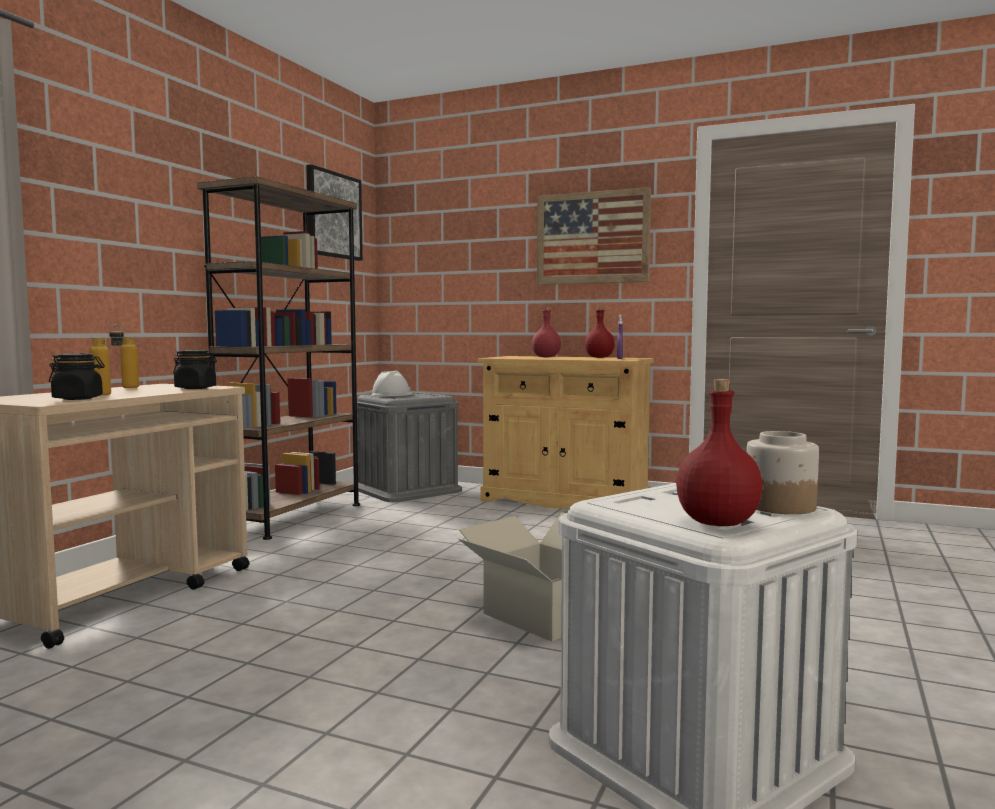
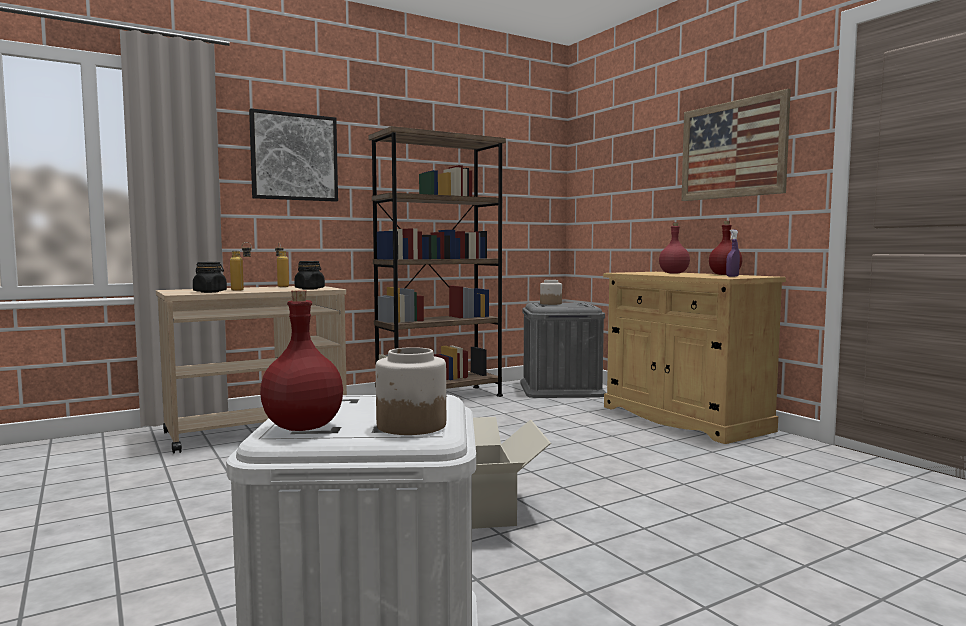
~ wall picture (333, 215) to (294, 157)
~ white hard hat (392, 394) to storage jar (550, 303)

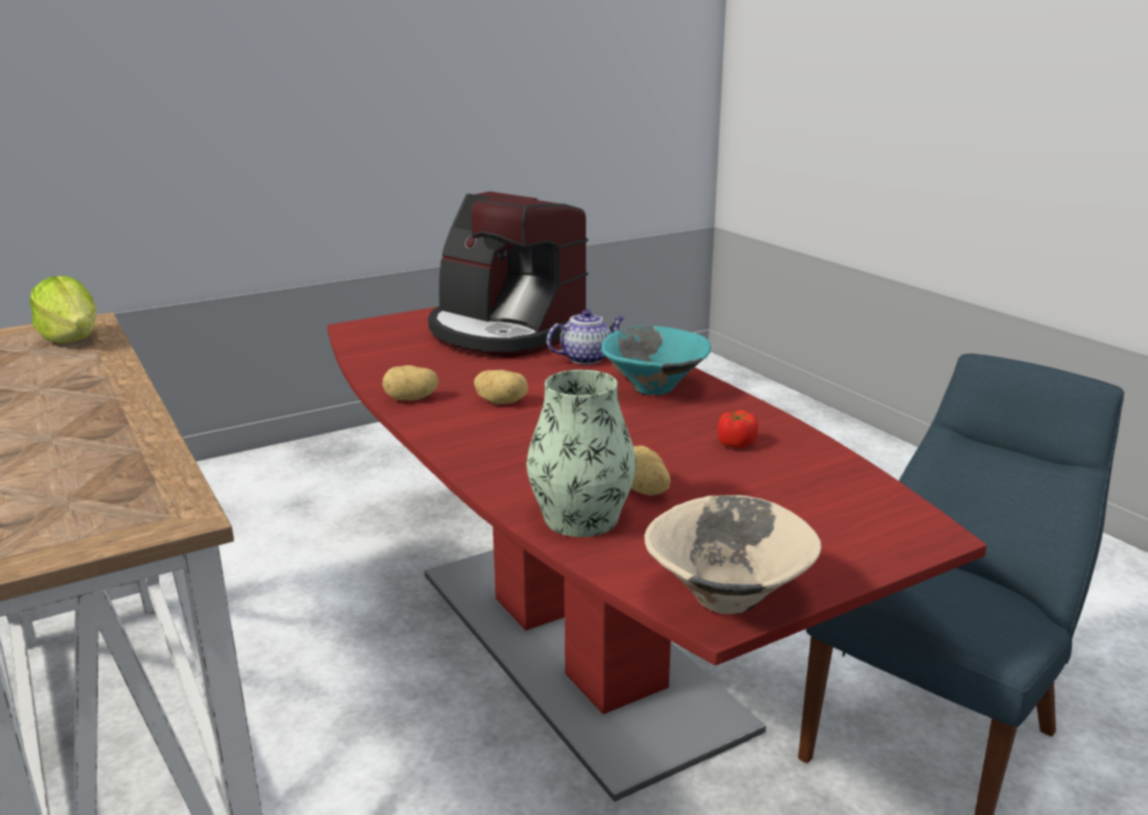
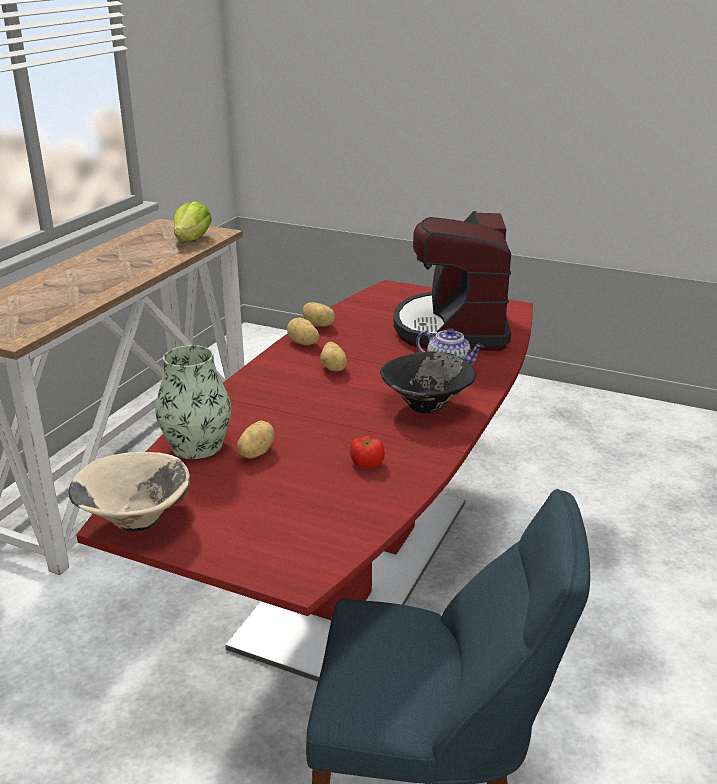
+ potato (319, 325)
~ turquoise-coloured bowl (653, 389) to blackish bowl (425, 407)

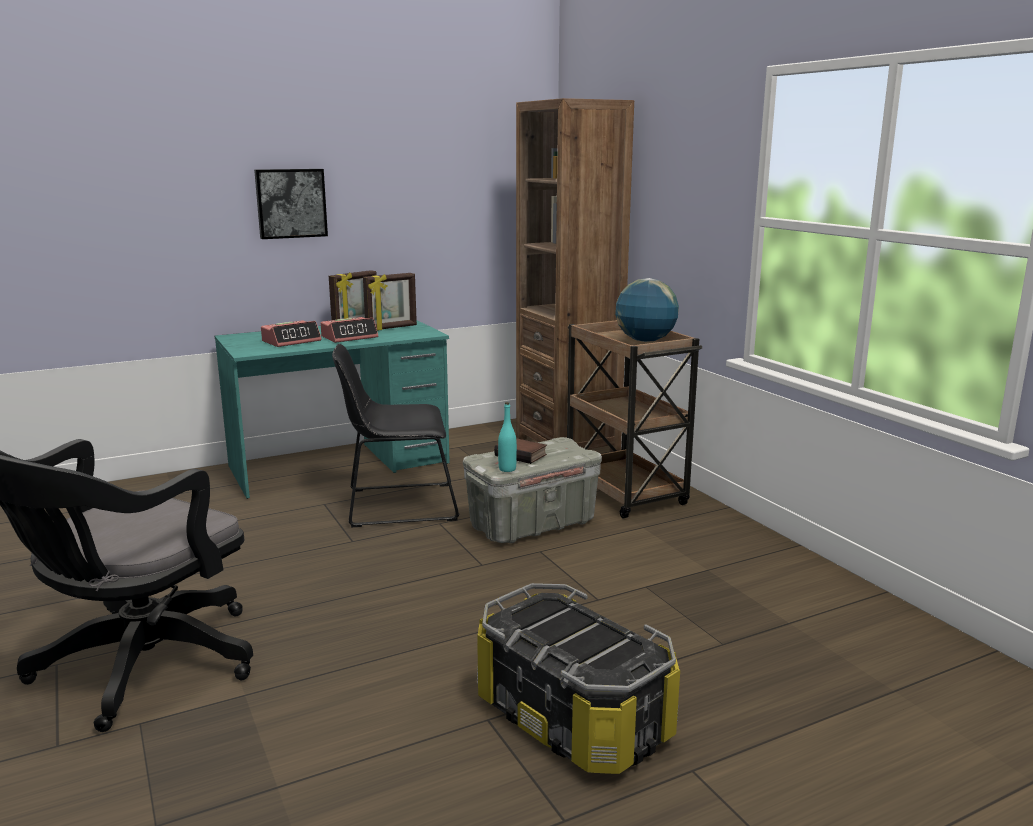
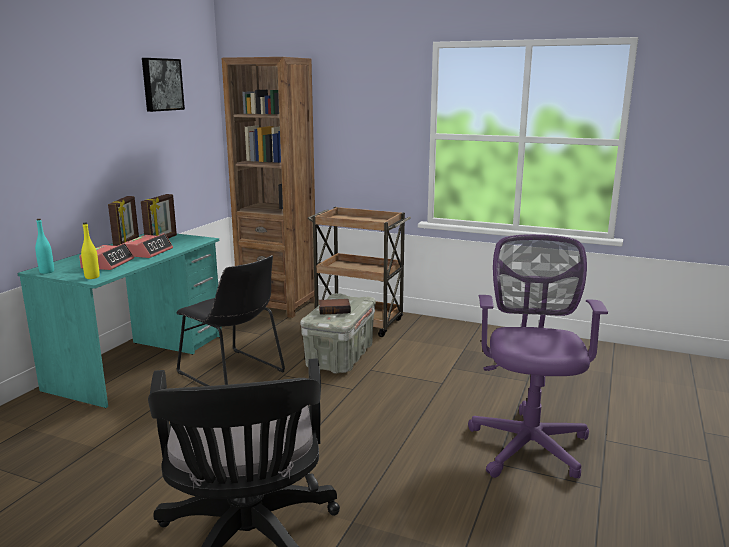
- desk globe (645, 341)
+ yellow-coloured beverage bottle (92, 277)
~ wall picture (291, 203) to (161, 84)
~ turquoise-coloured beverage bottle (507, 469) to (47, 272)
~ storage bin (574, 717) to purple-coloured office chair (529, 442)
~ blackish plain chair (396, 505) = (234, 374) 90 degrees counterclockwise

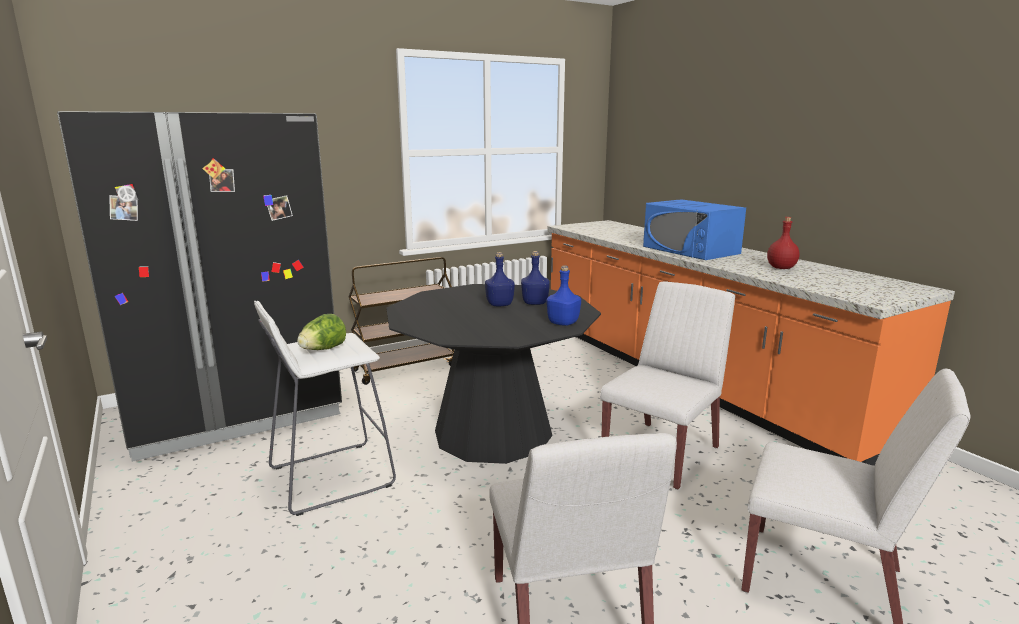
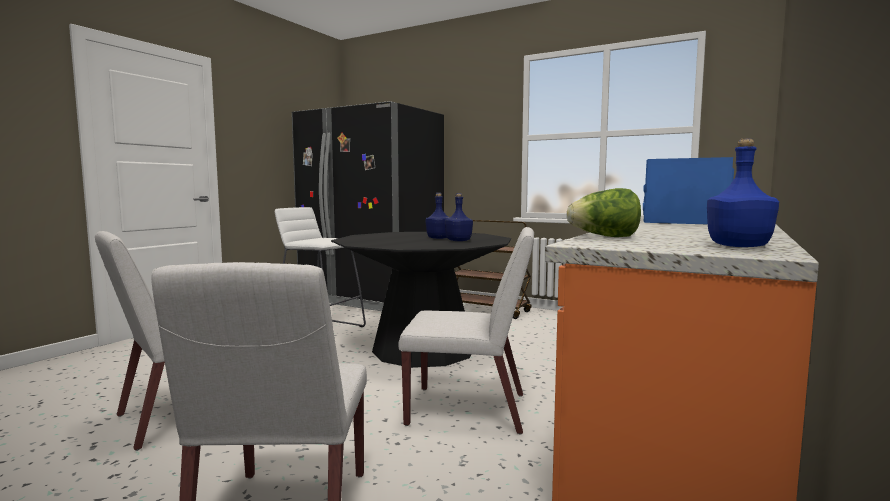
- reddish beverage bottle (781, 268)
~ lettuce (323, 350) to (604, 237)
~ blue beverage bottle (563, 323) to (739, 246)

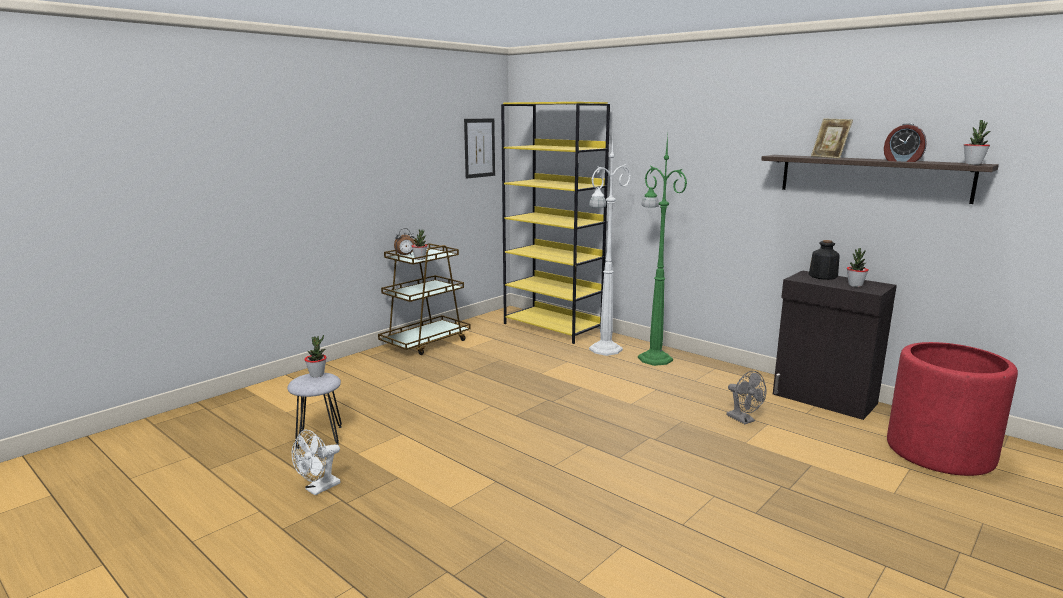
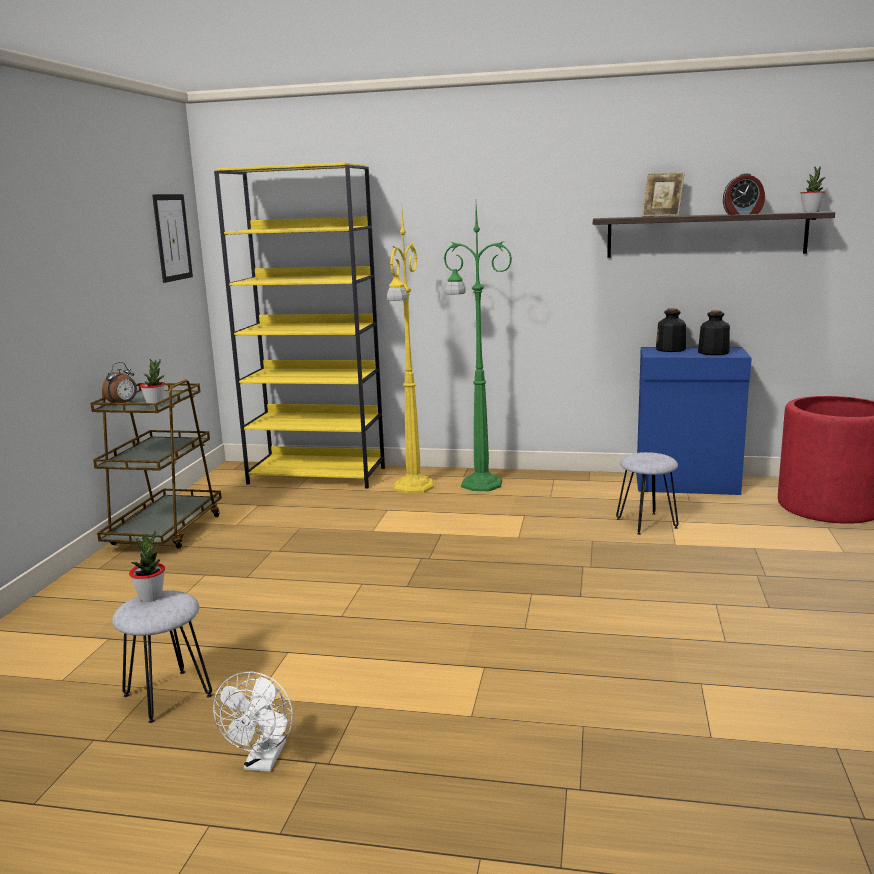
~ grey cooling fan (744, 420) to grey stool seat (646, 523)
~ potted plant (855, 285) to beverage bottle (713, 352)
~ white floor lamp (604, 350) to yellow-coloured floor lamp (413, 487)
~ blackish cabinet (824, 399) to blue cabinet (687, 485)

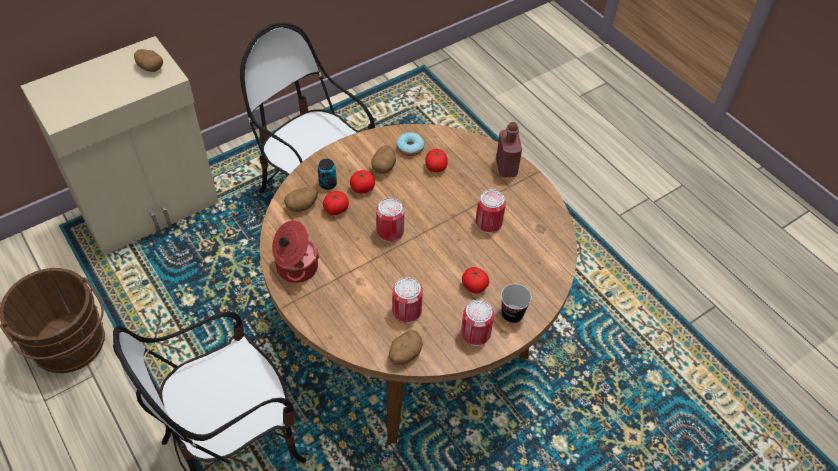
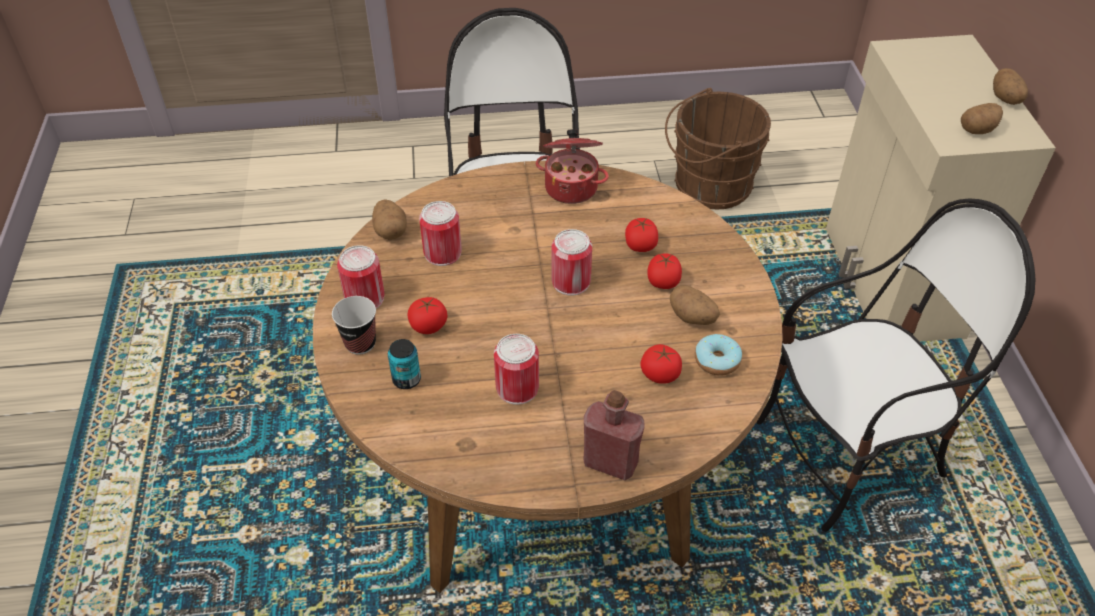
~ potato (302, 205) to (1006, 99)
~ metal can (328, 184) to (406, 379)

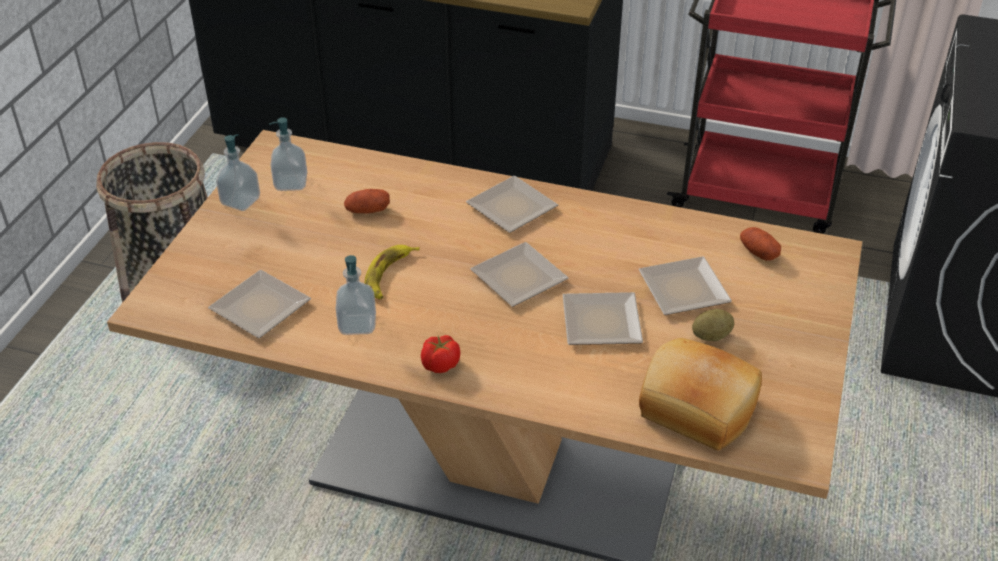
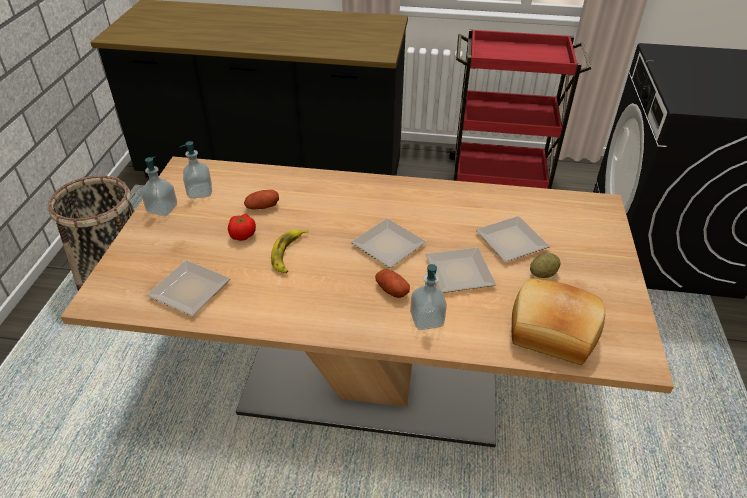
- flat dish (508, 208)
~ soap dispenser (357, 324) to (427, 319)
~ whole tomato (440, 365) to (242, 236)
~ potato (758, 252) to (391, 290)

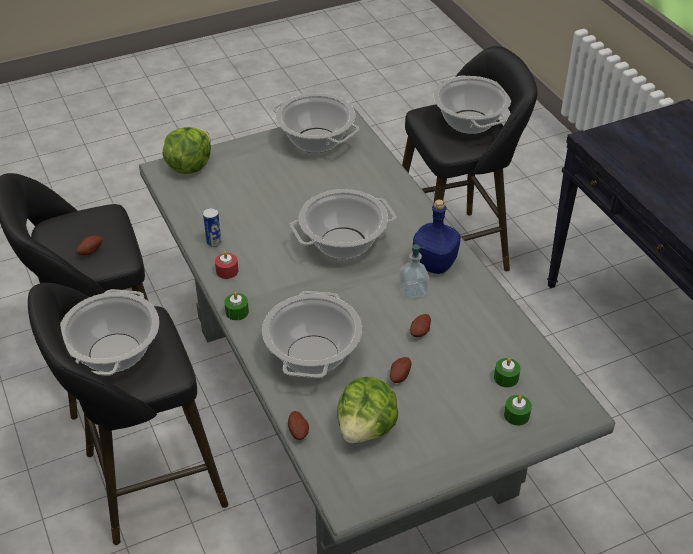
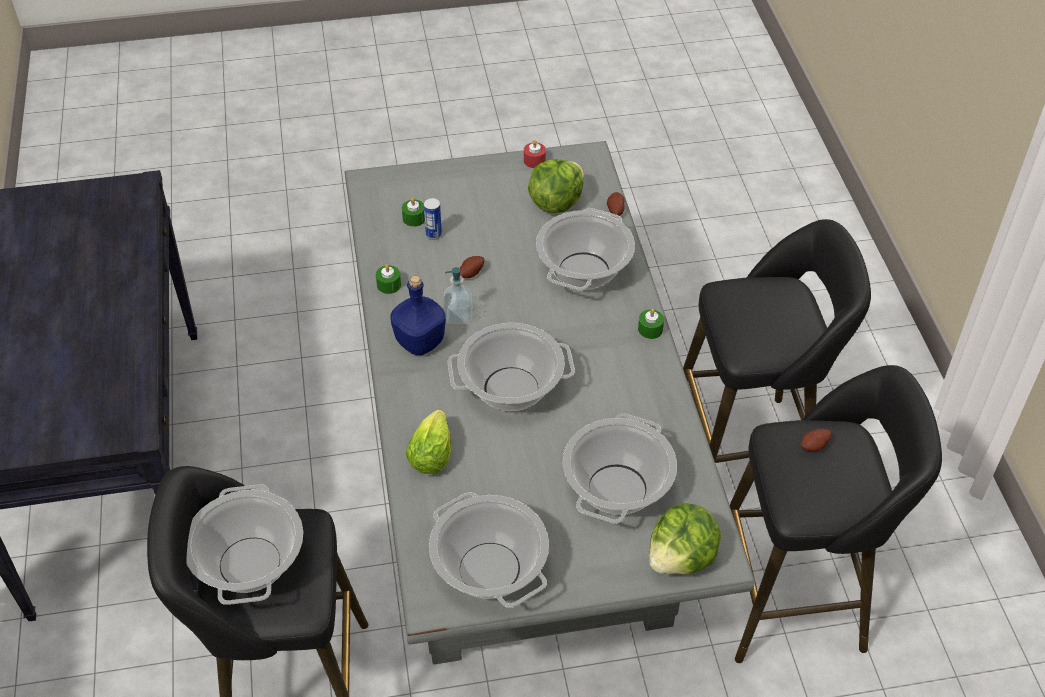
- potato (399, 376)
+ lettuce (432, 452)
~ stockpot (115, 353) to (617, 488)
~ metal can (214, 242) to (433, 234)
~ reddish wax light (227, 271) to (534, 160)
~ green-coloured wax light (516, 415) to (389, 285)

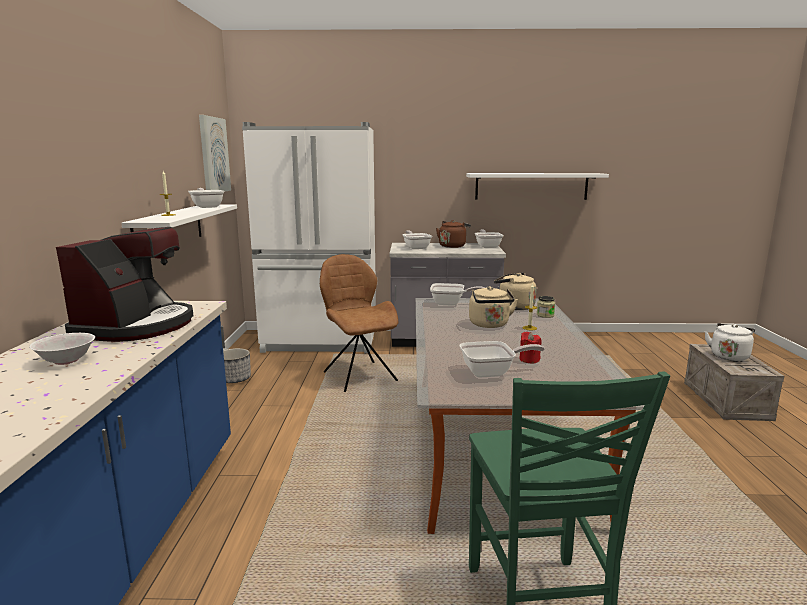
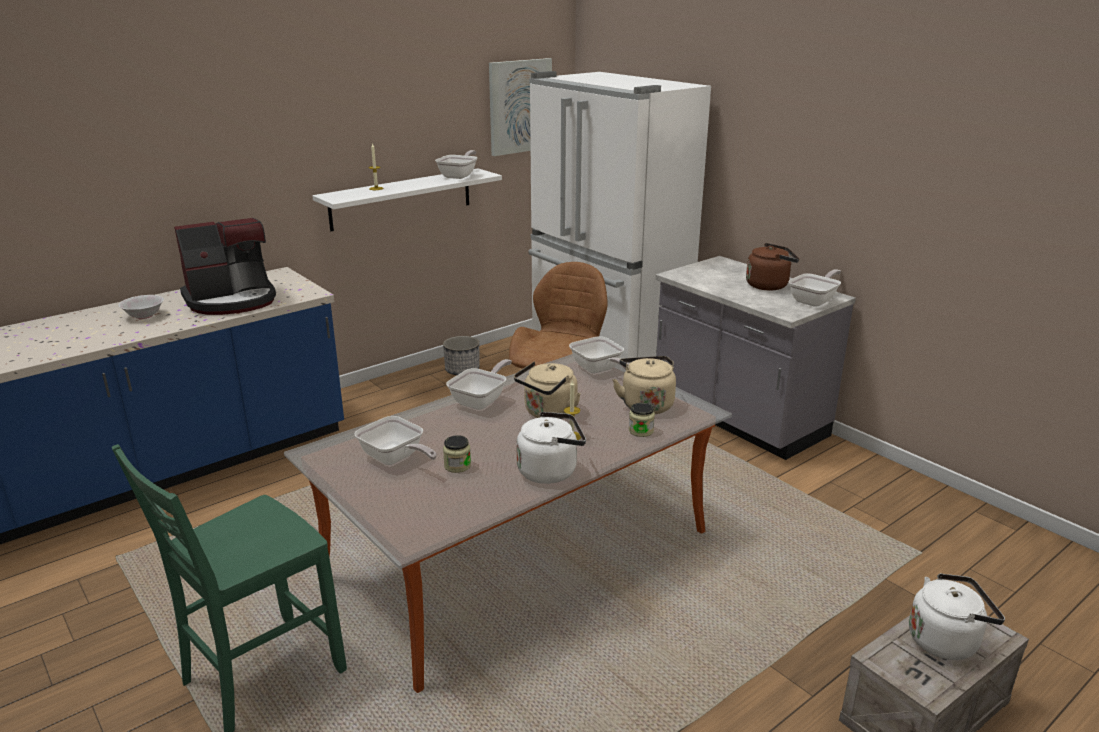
- white wall shelf (531, 186)
+ white kettle (551, 471)
~ pan (416, 247) to (481, 400)
~ reddish wax light (529, 359) to storage jar (457, 466)

